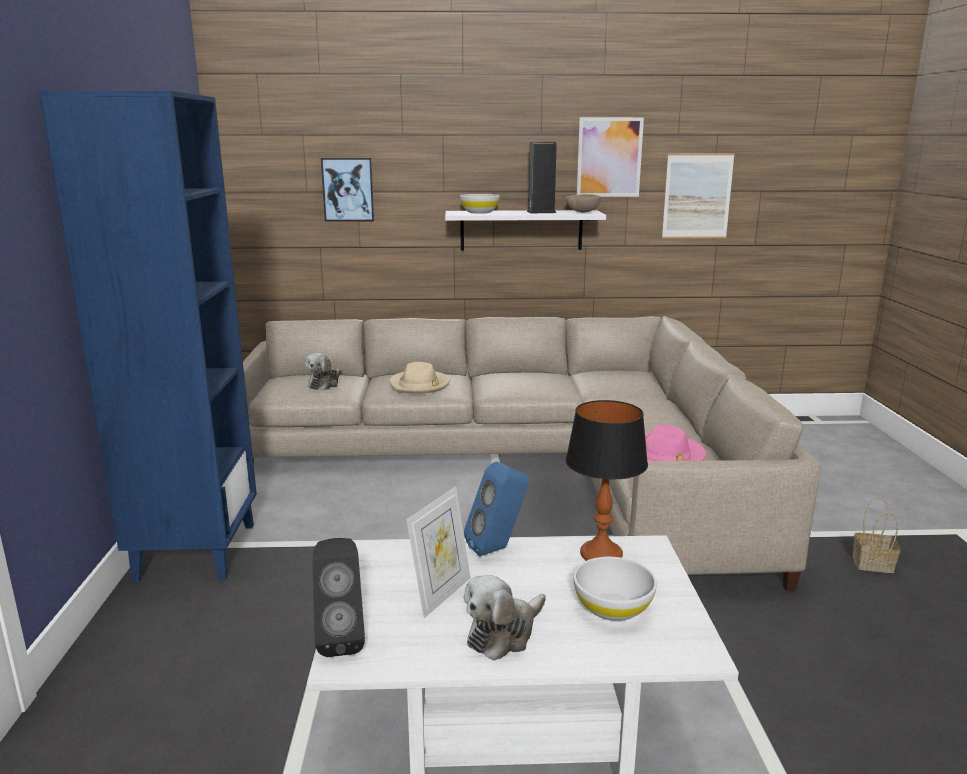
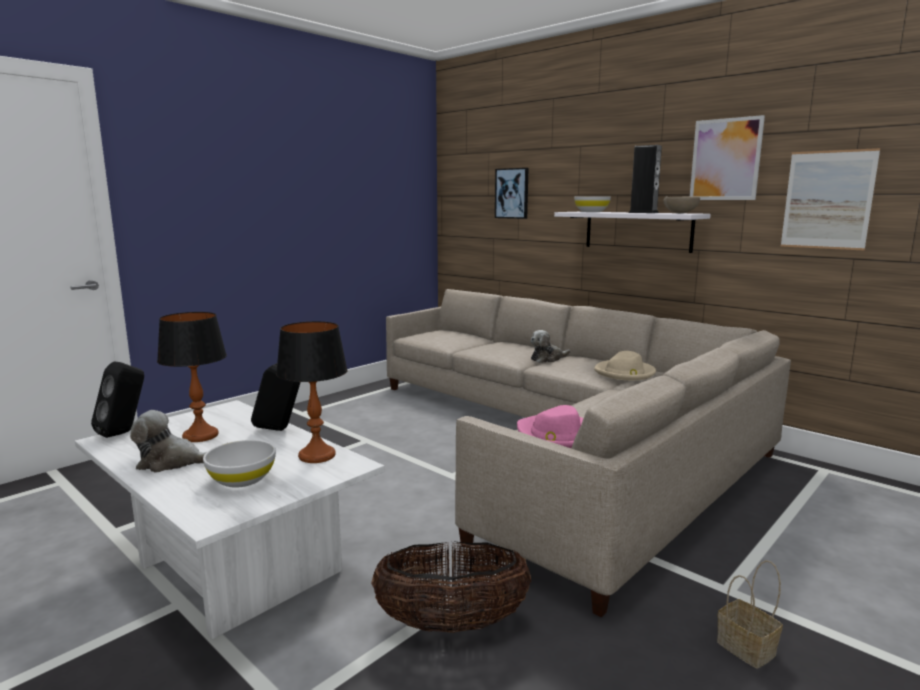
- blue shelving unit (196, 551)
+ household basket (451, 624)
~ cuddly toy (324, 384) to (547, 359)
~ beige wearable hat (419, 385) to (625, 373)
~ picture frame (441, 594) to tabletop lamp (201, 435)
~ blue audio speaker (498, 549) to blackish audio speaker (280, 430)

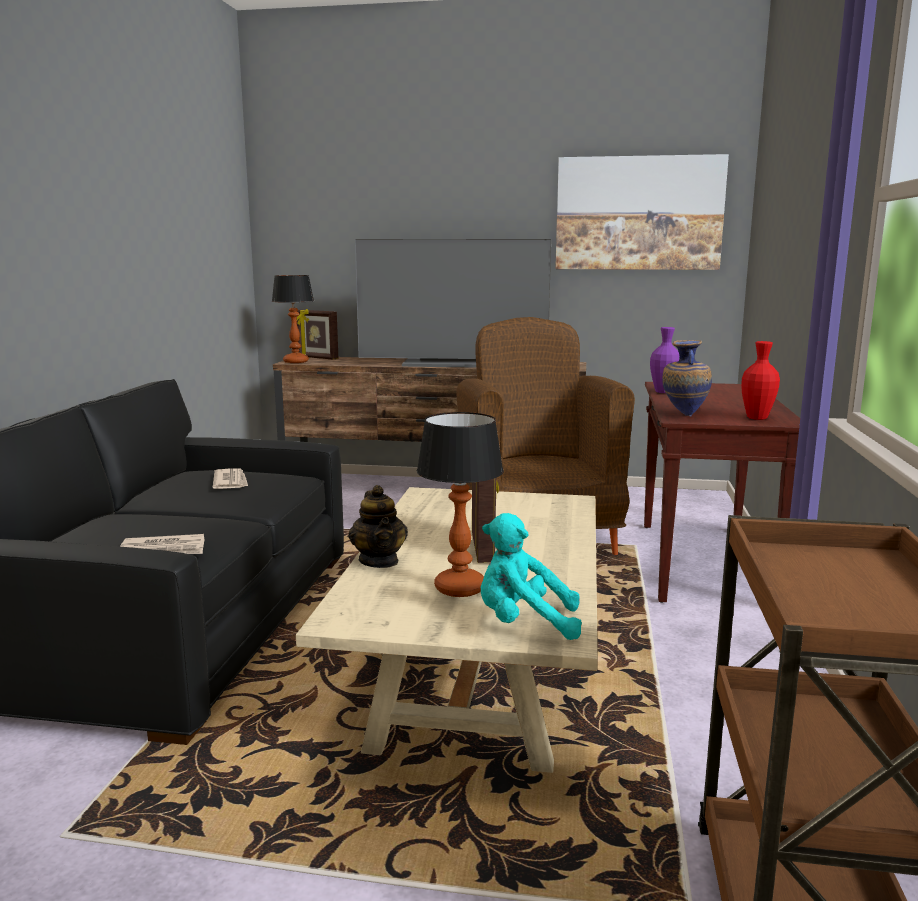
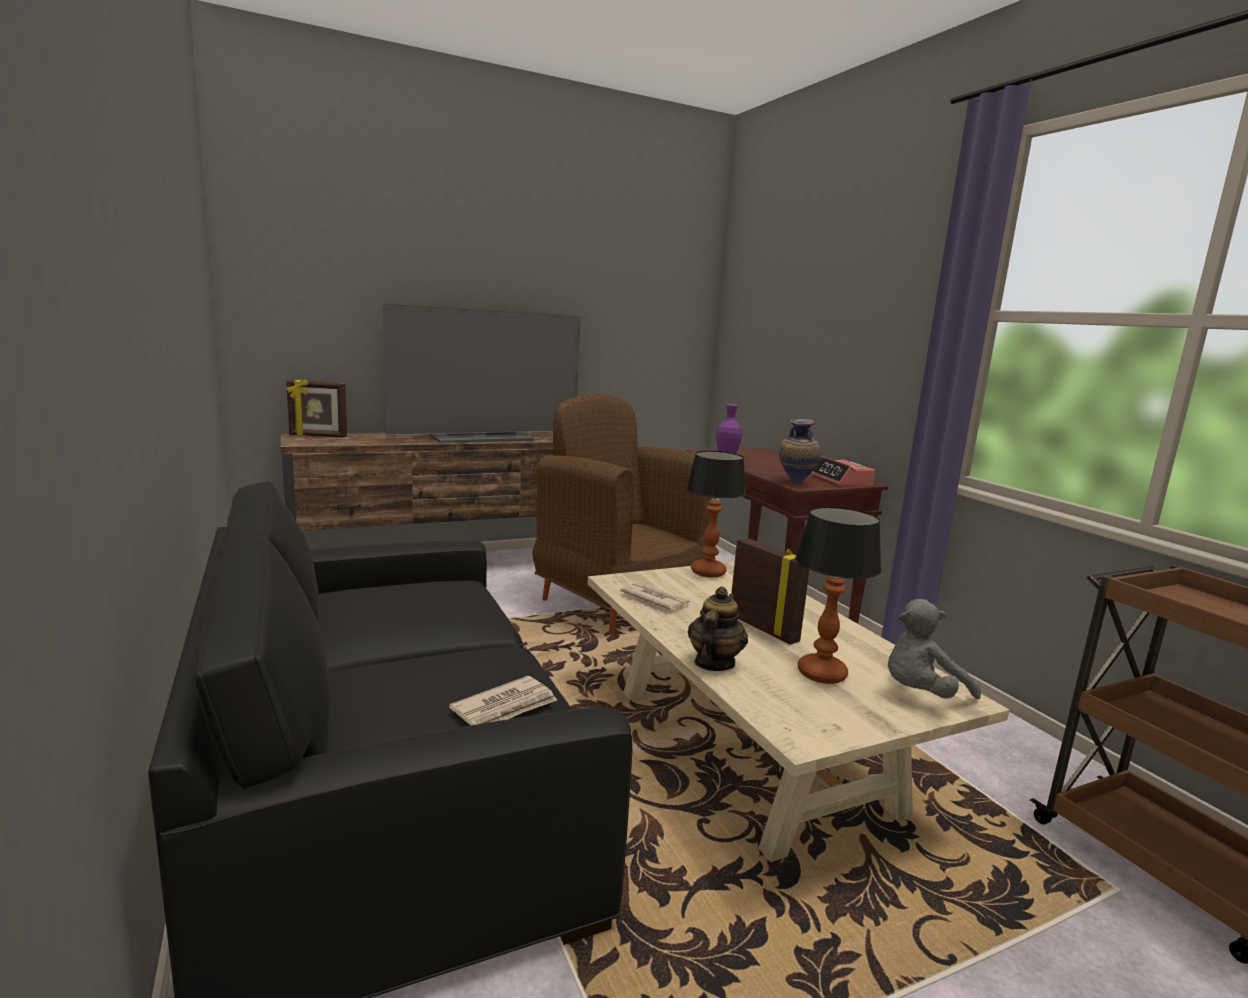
- wall picture (638, 213)
~ printed paper (231, 482) to (654, 599)
~ tabletop lamp (295, 362) to (708, 572)
~ reddish decorative vase (757, 418) to alarm clock (841, 480)
~ turquoise-coloured cuddly toy (524, 624) to grey cuddly toy (921, 694)
~ teapot (379, 561) = (713, 663) 105 degrees counterclockwise

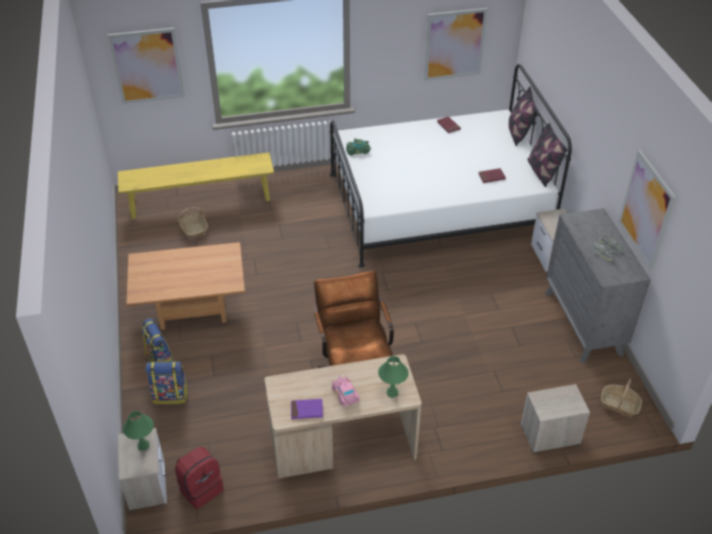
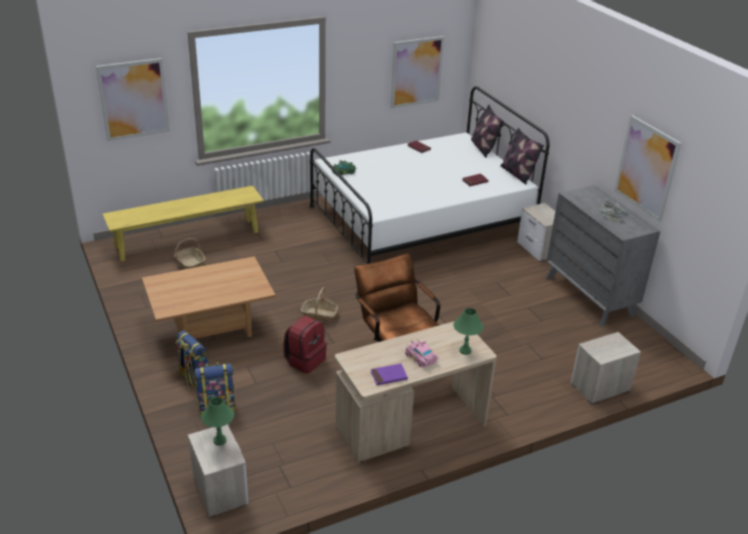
~ reddish knapsack (201, 488) to (305, 360)
~ household basket (619, 405) to (319, 315)

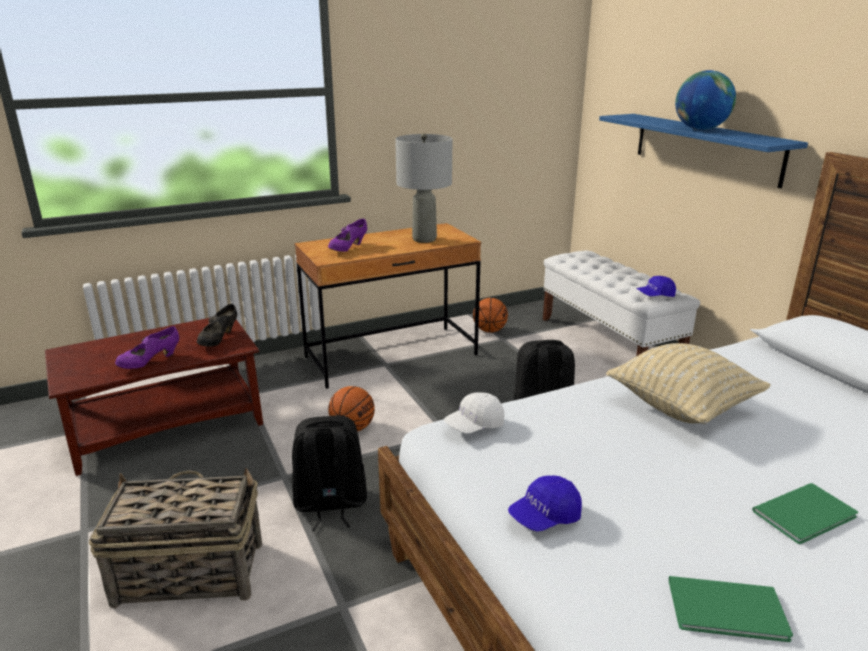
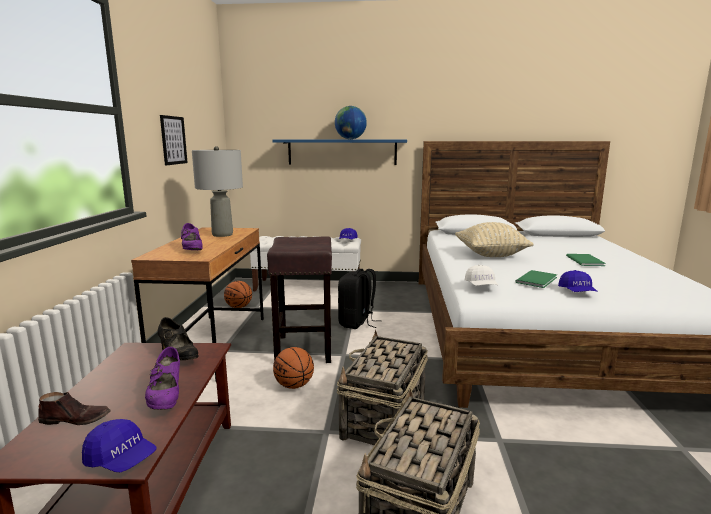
+ brownish low shoe (76, 419)
+ blue baseball cap (121, 459)
+ wall picture (173, 140)
+ brownish stool seat (304, 349)
~ green-coloured book (730, 612) to (538, 280)
~ blackish knapsack (330, 504) to household basket (383, 418)

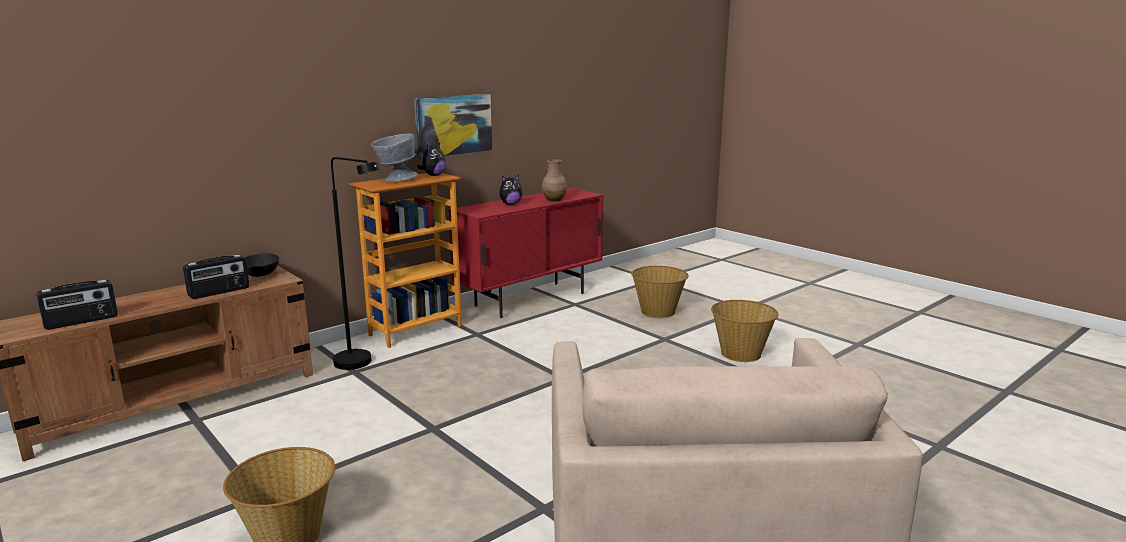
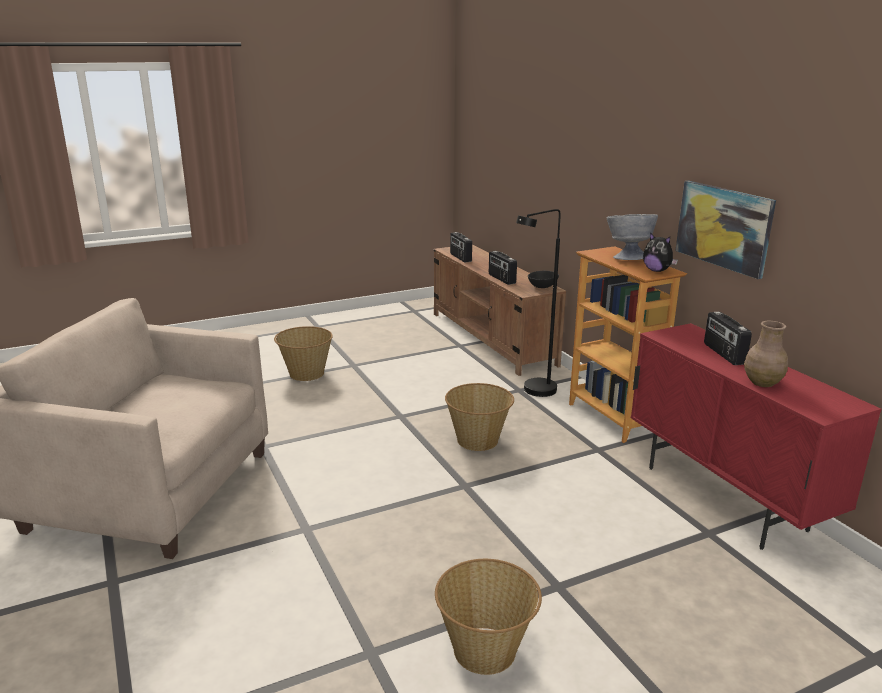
~ household basket (658, 311) to (478, 440)
~ cuddly toy (510, 204) to radio (723, 354)

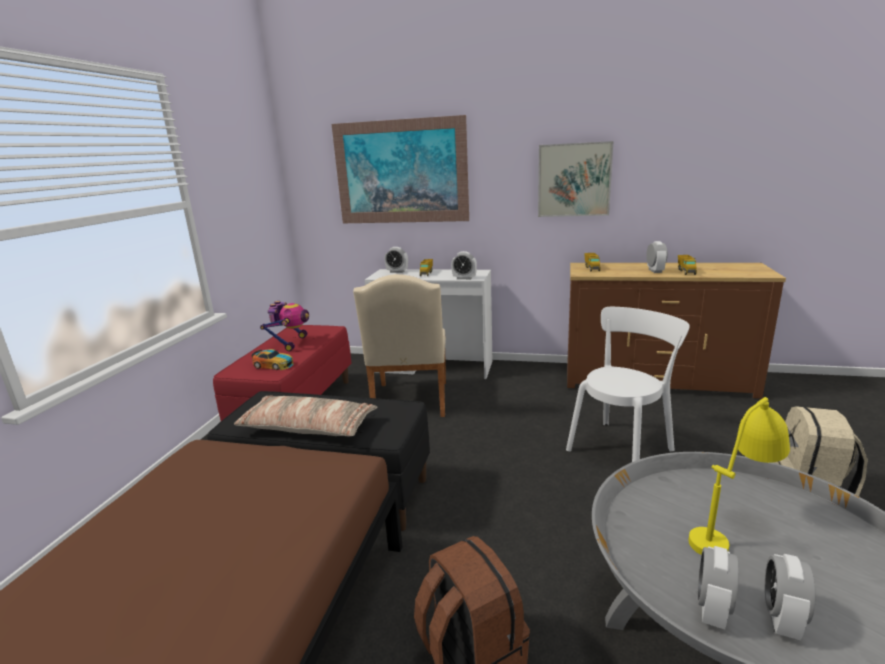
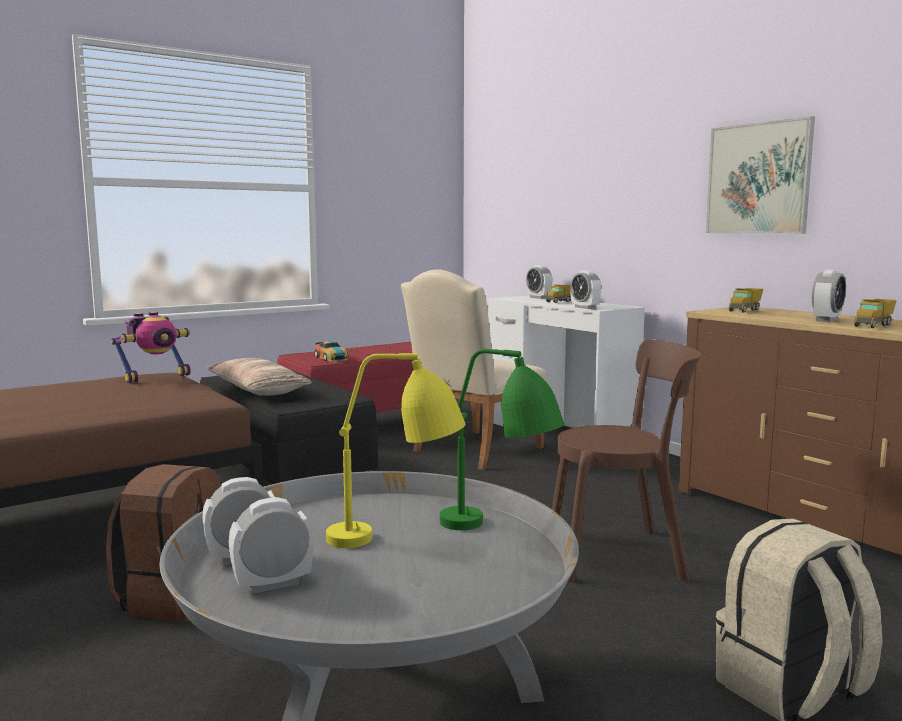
- wall picture (401, 172)
+ green-coloured tabletop lamp (501, 533)
~ toy robot (291, 343) to (155, 377)
~ white plain chair (622, 447) to brownish plain chair (621, 554)

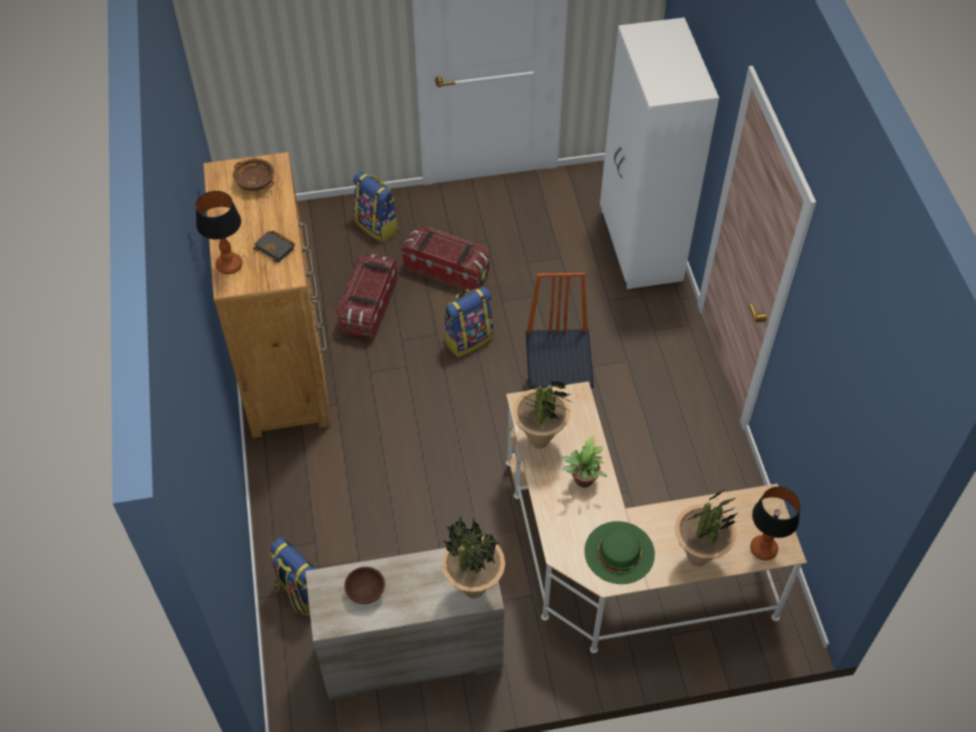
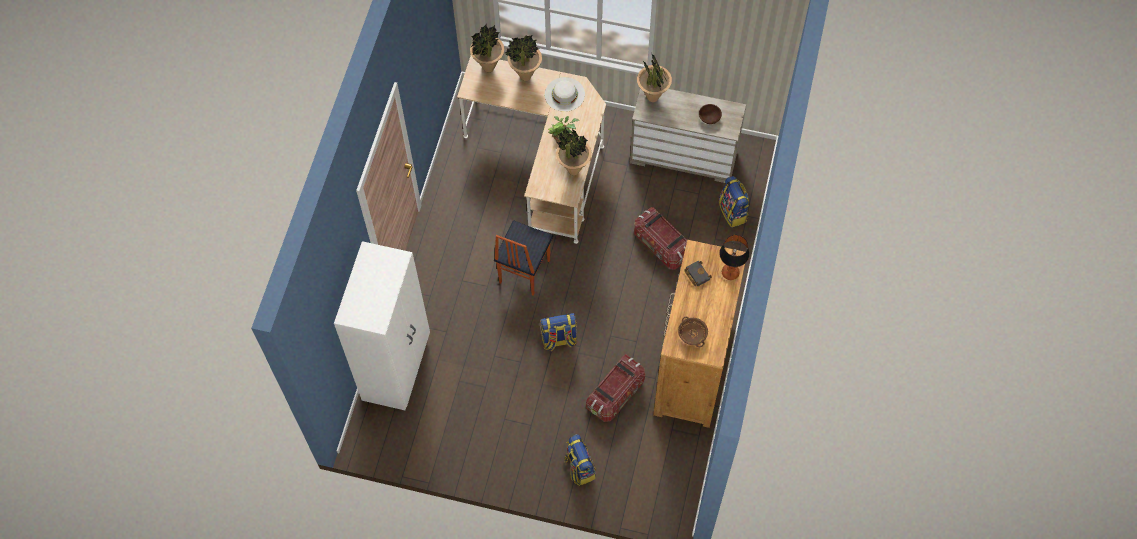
~ storage bin (447, 270) to (661, 245)
~ tabletop lamp (763, 548) to potted plant (488, 68)
~ green-coloured wearable hat (619, 552) to white wearable hat (564, 94)

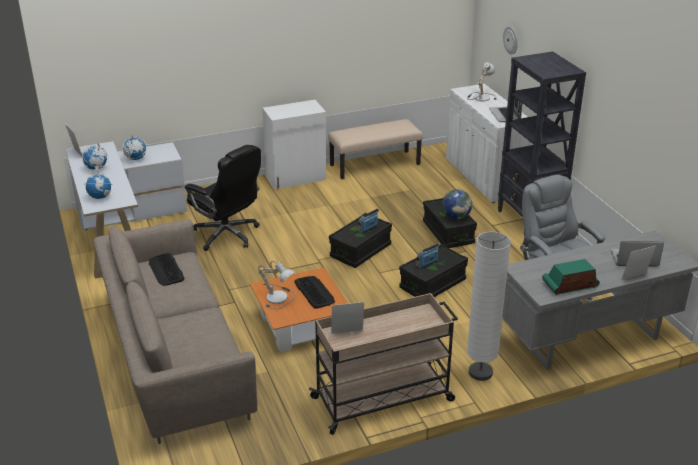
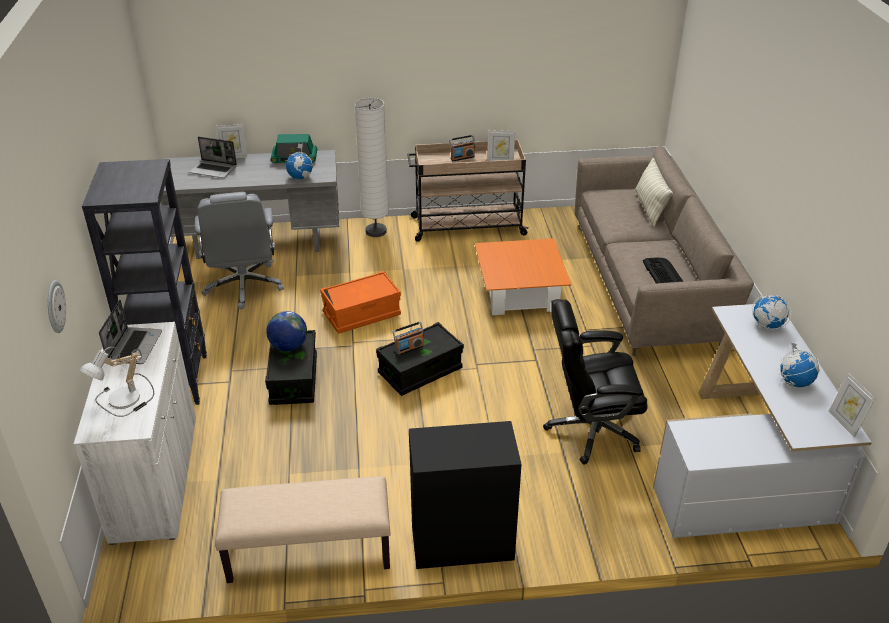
- tabletop lamp (279, 297)
- computer keyboard (314, 292)
+ pillow (649, 208)
~ desk globe (135, 159) to (301, 177)
~ radio (427, 263) to (462, 157)
~ white cabinet (296, 178) to blackish cabinet (461, 542)
~ blackish storage bin (432, 284) to orange storage bin (362, 314)
~ blackish office chair (227, 235) = (590, 430) 60 degrees counterclockwise

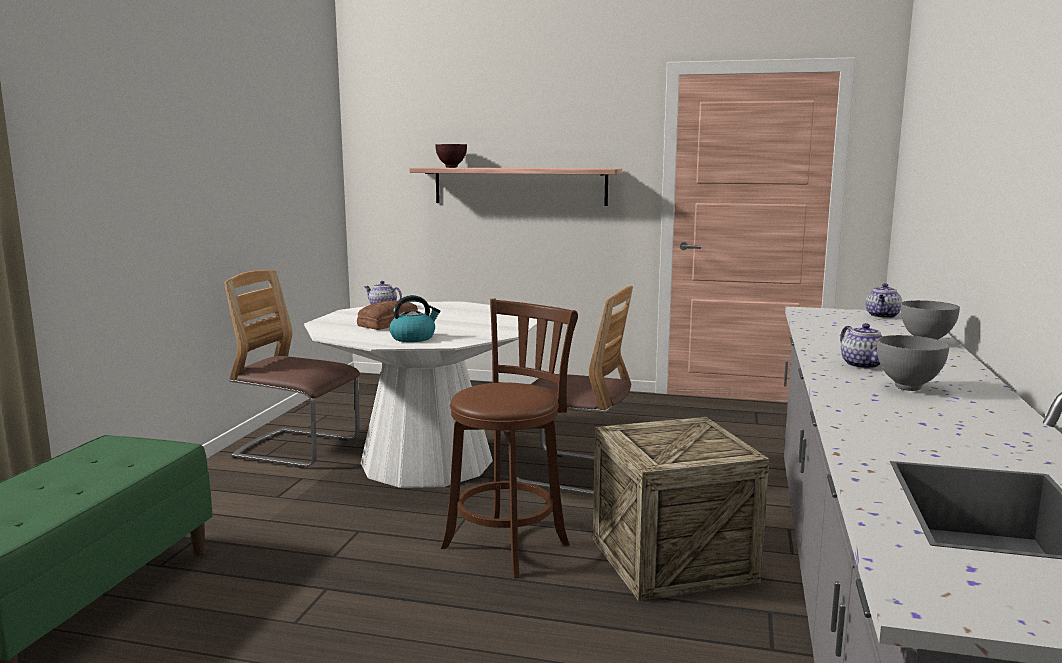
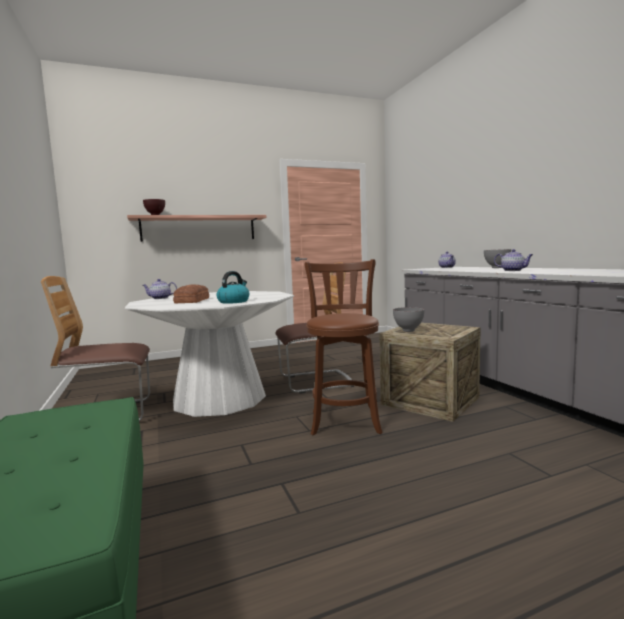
~ grey bowl (906, 387) to (407, 331)

